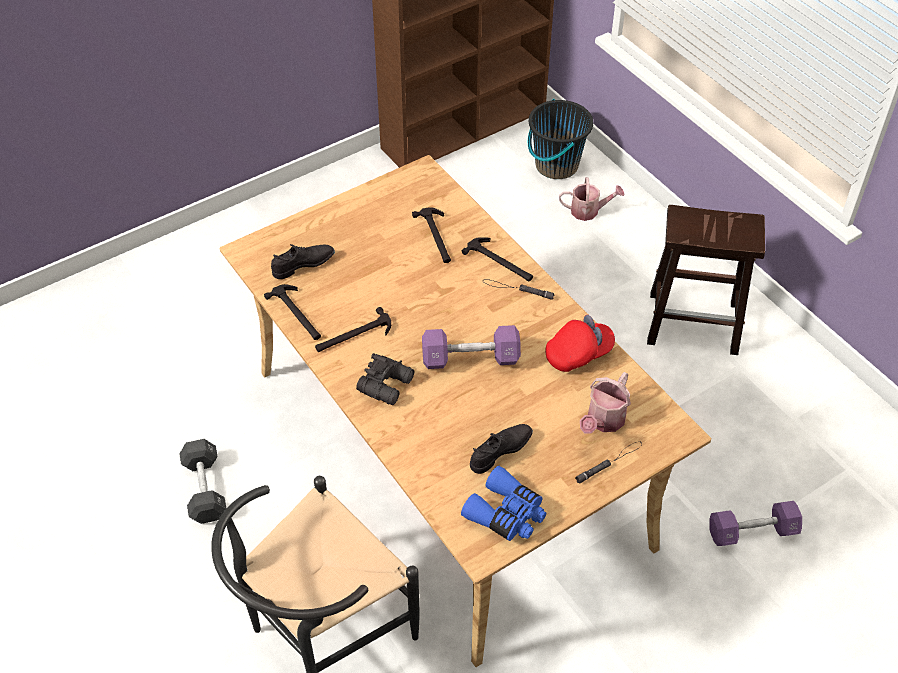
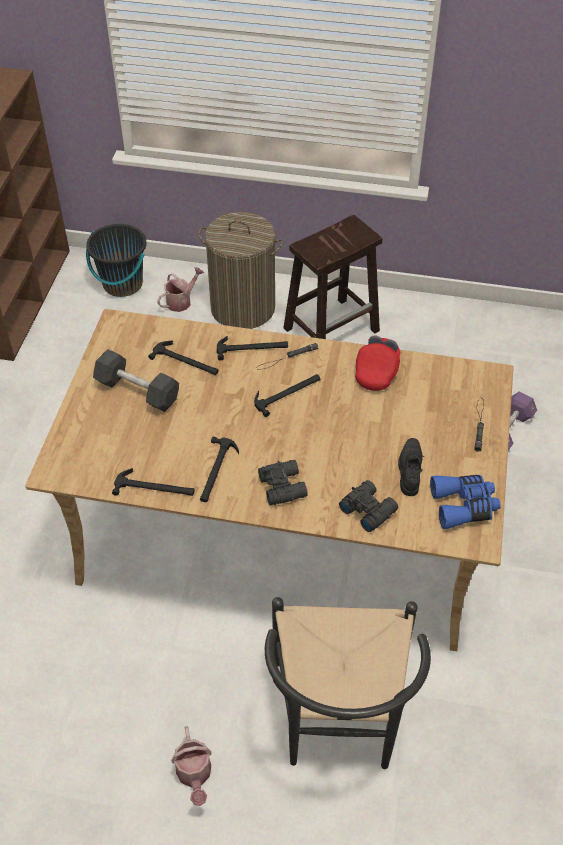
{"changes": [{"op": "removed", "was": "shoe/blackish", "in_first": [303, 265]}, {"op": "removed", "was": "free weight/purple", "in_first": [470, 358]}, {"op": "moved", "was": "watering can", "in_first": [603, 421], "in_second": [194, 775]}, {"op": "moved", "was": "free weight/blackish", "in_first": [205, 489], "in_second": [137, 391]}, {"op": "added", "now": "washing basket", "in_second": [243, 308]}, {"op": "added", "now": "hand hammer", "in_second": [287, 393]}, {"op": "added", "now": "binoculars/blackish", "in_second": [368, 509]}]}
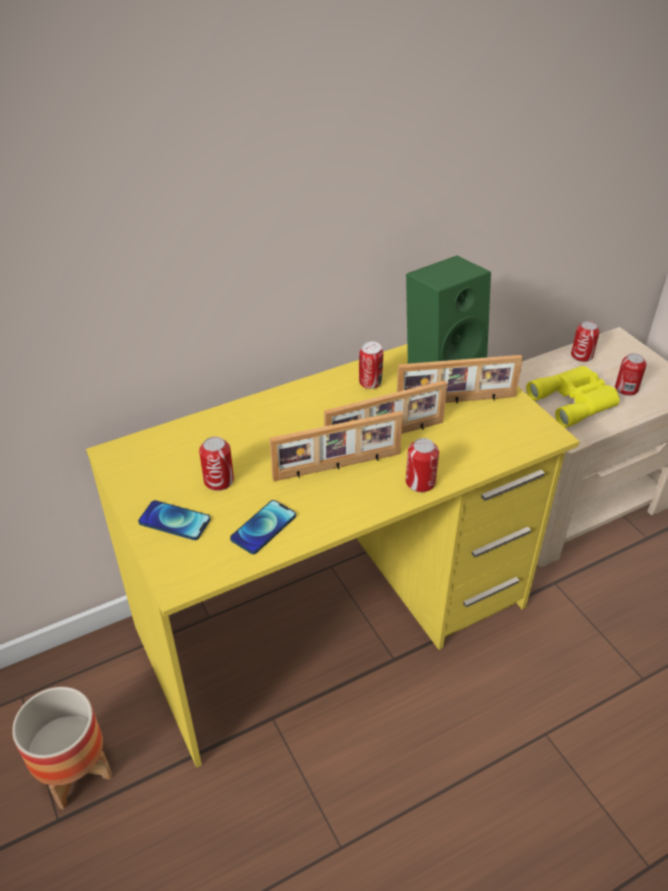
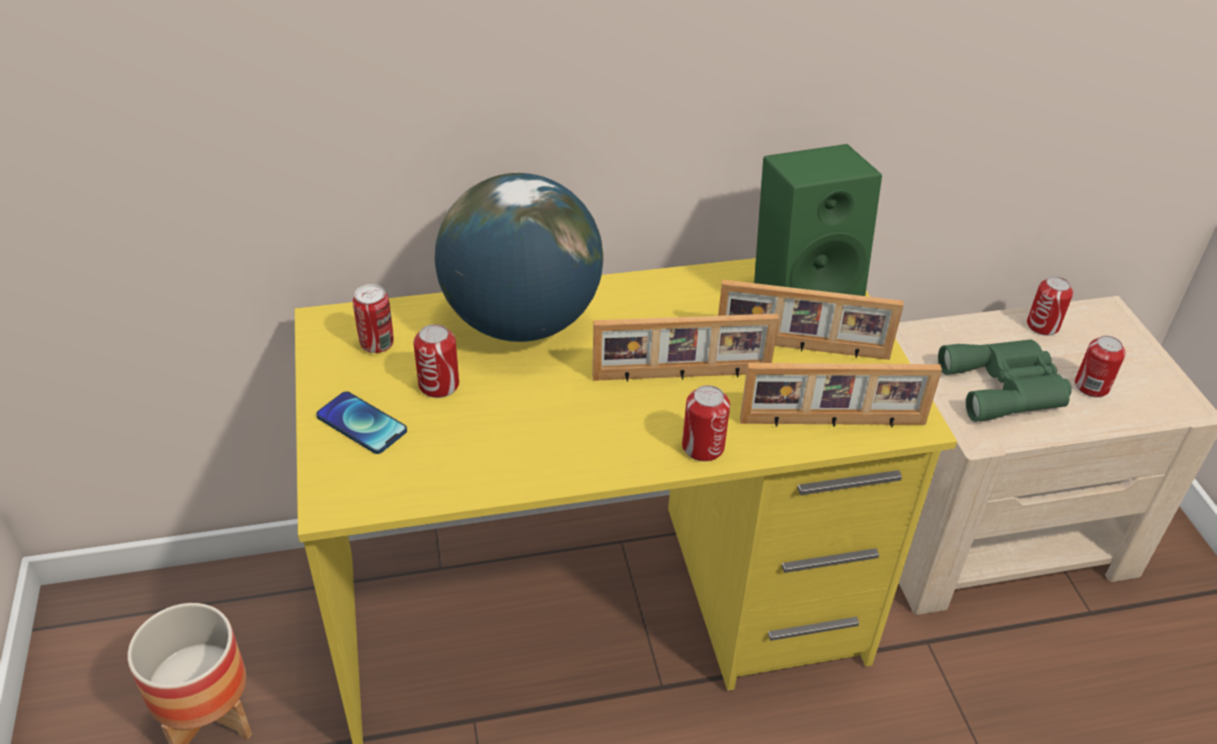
{"changes": [{"op": "moved", "was": "sealed can", "in_first": [370, 383], "in_second": [377, 344]}, {"op": "recoloured", "was": "binoculars/yellowish", "now": "binoculars/green-coloured", "in_first": [575, 401], "in_second": [1007, 387]}, {"op": "moved", "was": "picture frame", "in_first": [337, 467], "in_second": [833, 423]}, {"op": "removed", "was": "phone", "in_first": [263, 527]}, {"op": "added", "now": "desk globe", "in_second": [522, 322]}]}
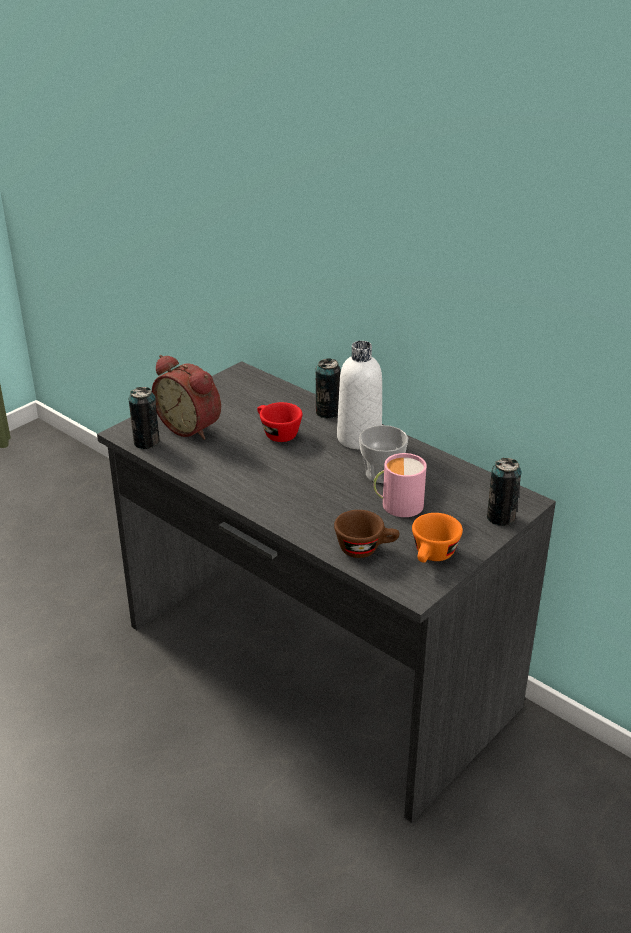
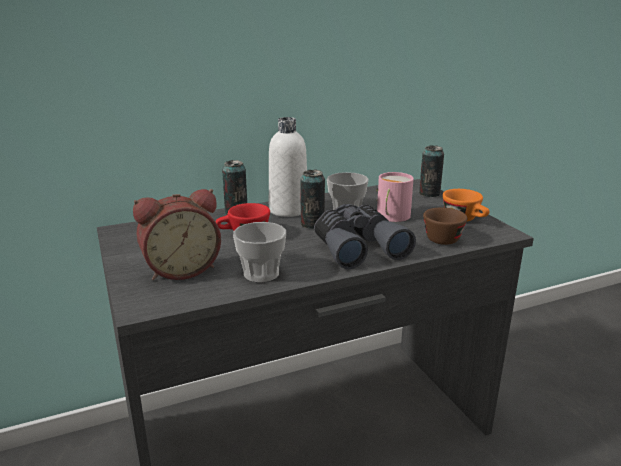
{"changes": [{"op": "moved", "was": "sealed can", "in_first": [146, 442], "in_second": [312, 224]}, {"op": "added", "now": "binoculars/gray", "in_second": [357, 247]}, {"op": "added", "now": "drinking cup", "in_second": [261, 274]}]}
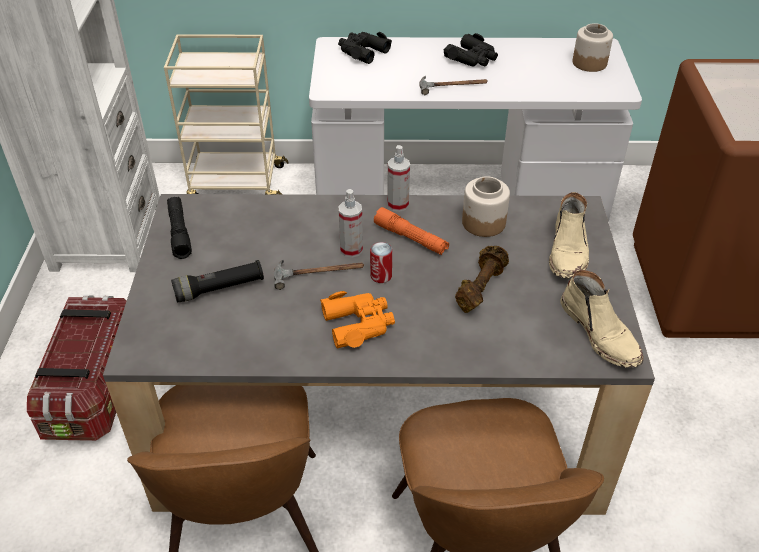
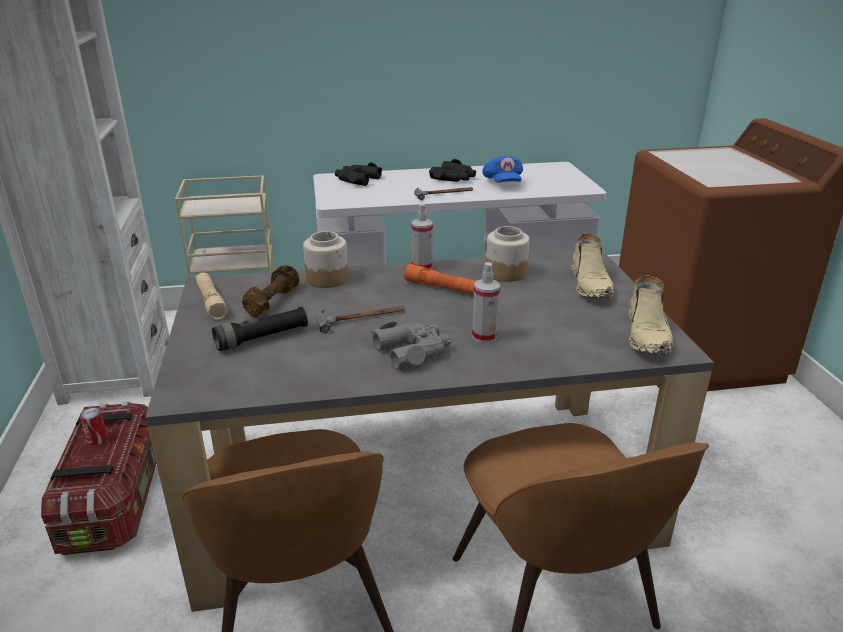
{"changes": [{"op": "moved", "was": "storage jar", "in_first": [589, 63], "in_second": [327, 278]}, {"op": "moved", "was": "sprayer", "in_first": [351, 249], "in_second": [484, 336]}, {"op": "recoloured", "was": "flashlight/blackish", "now": "flashlight/beige", "in_first": [179, 232], "in_second": [211, 302]}, {"op": "moved", "was": "sealed can", "in_first": [381, 276], "in_second": [97, 439]}, {"op": "moved", "was": "free weight/brownish", "in_first": [480, 287], "in_second": [272, 301]}, {"op": "turned", "was": "high-top boot/beige", "in_first": [600, 333], "in_second": [647, 335], "clockwise": 45}, {"op": "recoloured", "was": "binoculars/orange", "now": "binoculars/gray", "in_first": [358, 324], "in_second": [413, 351]}, {"op": "added", "now": "cap/blue-coloured", "in_second": [502, 183]}]}
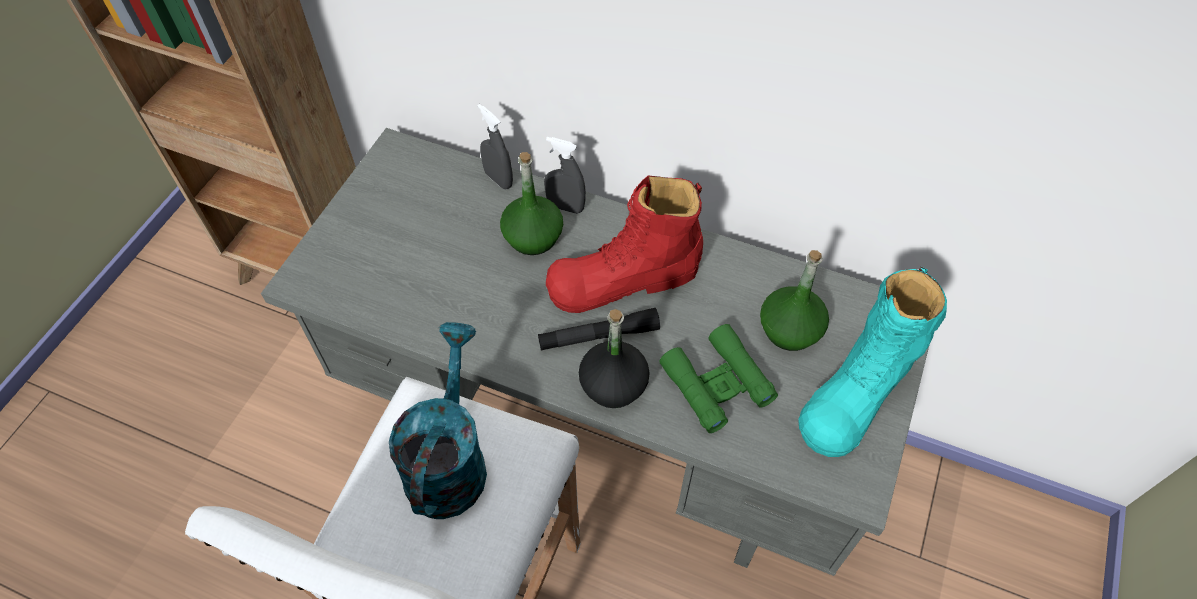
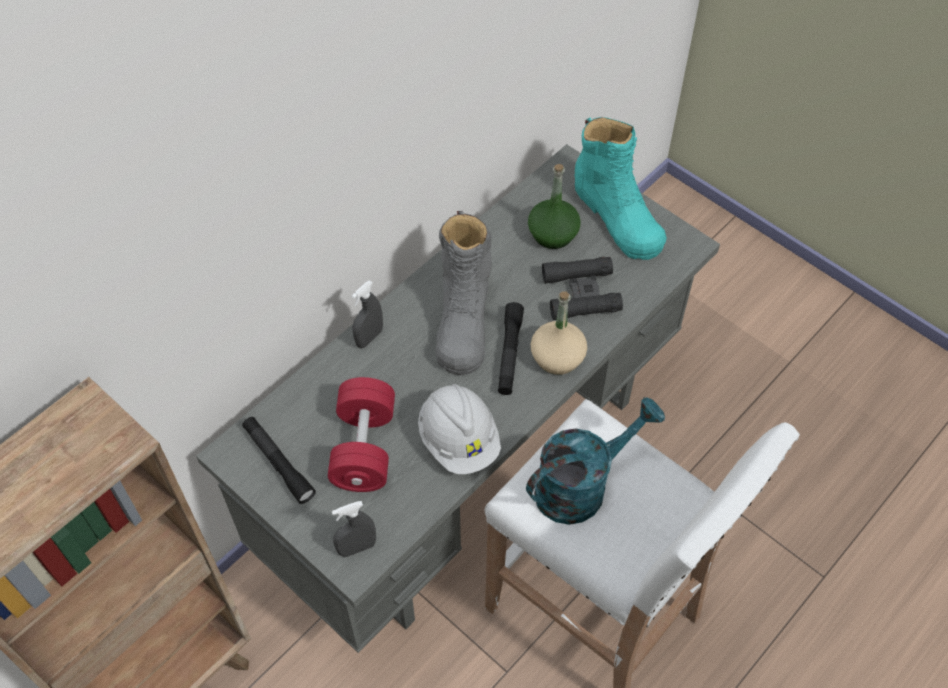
{"changes": [{"op": "moved", "was": "sprayer/gray", "in_first": [498, 179], "in_second": [357, 548]}, {"op": "removed", "was": "bottle/green-coloured", "in_first": [533, 237]}, {"op": "recoloured", "was": "high-top boot/red-coloured", "now": "high-top boot/gray", "in_first": [624, 279], "in_second": [463, 320]}, {"op": "recoloured", "was": "bottle/blackish", "now": "bottle/beige", "in_first": [613, 385], "in_second": [557, 357]}, {"op": "turned", "was": "watering can/turquoise", "in_first": [449, 459], "in_second": [581, 485], "clockwise": 120}, {"op": "recoloured", "was": "binoculars/green-coloured", "now": "binoculars/blackish", "in_first": [717, 384], "in_second": [581, 293]}, {"op": "added", "now": "free weight/red-coloured", "in_second": [364, 448]}, {"op": "added", "now": "work helmet/white-coloured", "in_second": [459, 440]}, {"op": "added", "now": "flashlight/blackish", "in_second": [278, 463]}]}
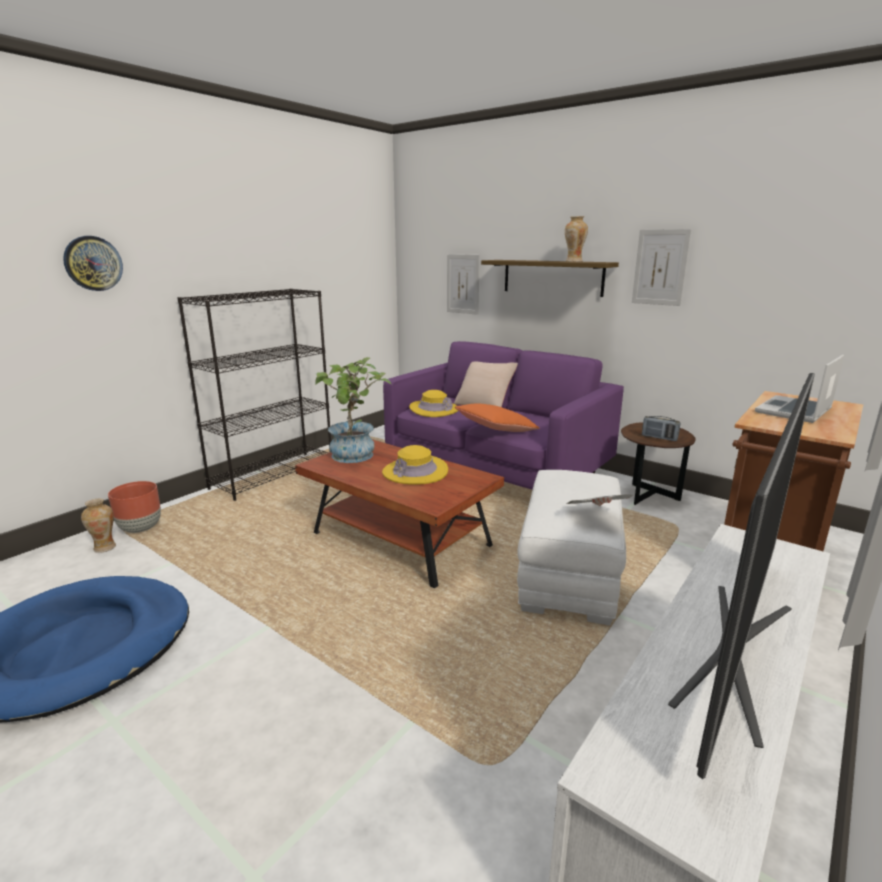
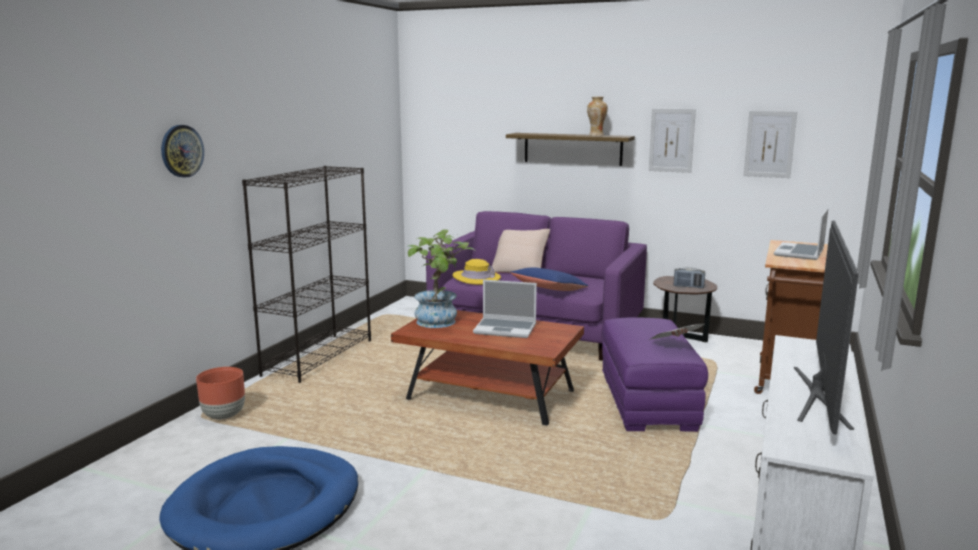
{"changes": [{"op": "moved", "was": "wall picture", "in_first": [463, 284], "in_second": [769, 144]}, {"op": "recoloured", "was": "throw pillow/orange", "now": "throw pillow/blue-coloured", "in_first": [496, 429], "in_second": [549, 290]}, {"op": "replaced", "was": "clothing hat/yellowish", "now": "portable computer", "in_first": [415, 472], "in_second": [506, 329]}, {"op": "recoloured", "was": "footrest/white-coloured", "now": "footrest/purple", "in_first": [569, 574], "in_second": [648, 403]}, {"op": "removed", "was": "decorative vase", "in_first": [104, 547]}]}
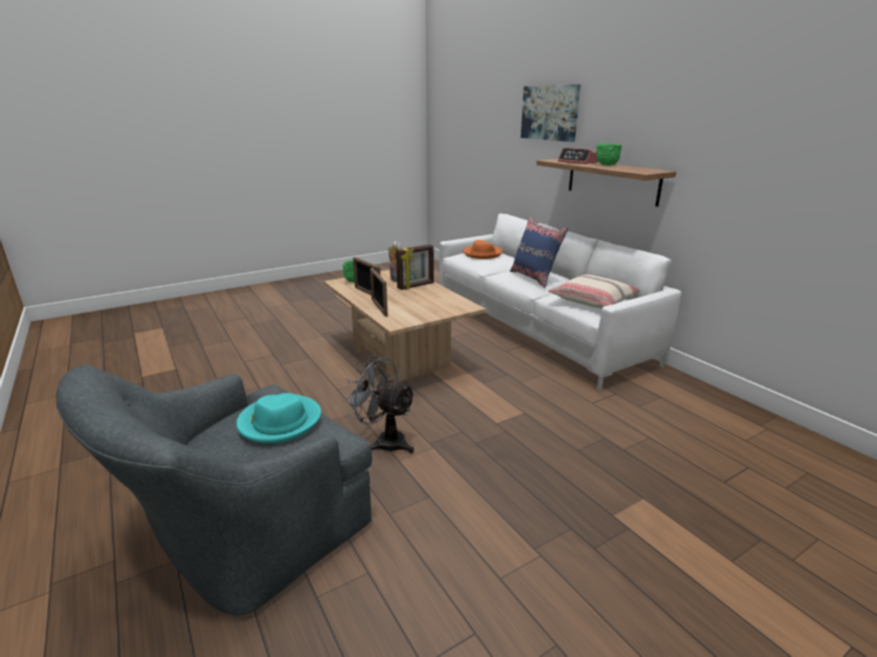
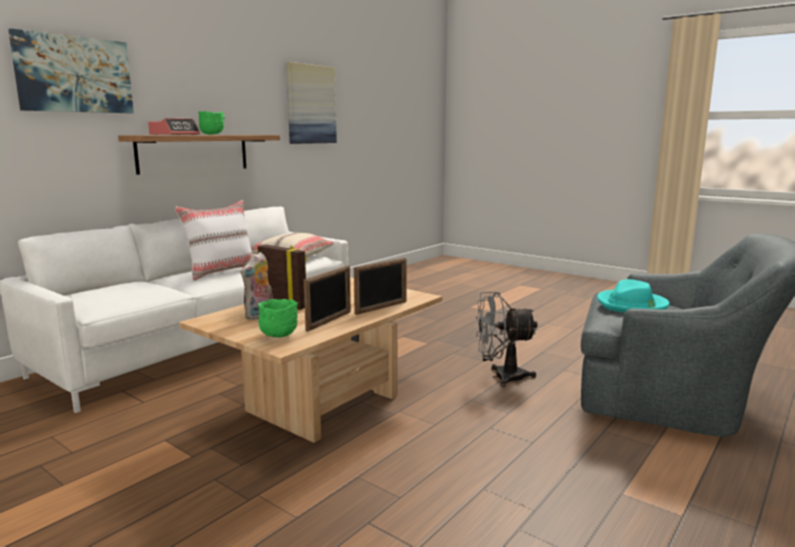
{"changes": [{"op": "recoloured", "was": "throw pillow/blue-coloured", "now": "throw pillow/white-coloured", "in_first": [534, 278], "in_second": [221, 272]}, {"op": "removed", "was": "clothing hat/orange", "in_first": [482, 254]}, {"op": "turned", "was": "fan/gray", "in_first": [384, 441], "in_second": [501, 377], "clockwise": 75}, {"op": "added", "now": "wall picture", "in_second": [311, 104]}]}
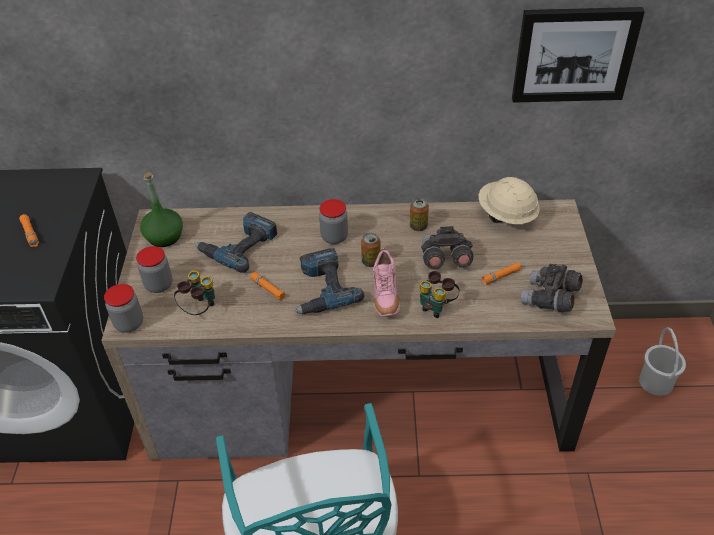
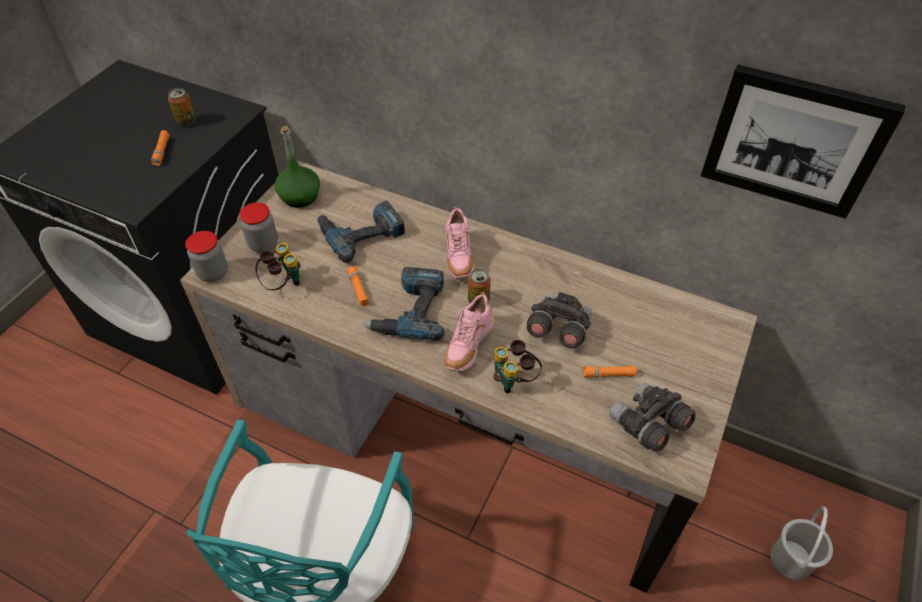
{"changes": [{"op": "removed", "was": "work helmet/beige", "in_first": [506, 216]}, {"op": "moved", "was": "sealed can", "in_first": [418, 226], "in_second": [186, 121]}, {"op": "replaced", "was": "storage jar", "now": "shoe/pinkish", "in_first": [334, 237], "in_second": [459, 258]}]}
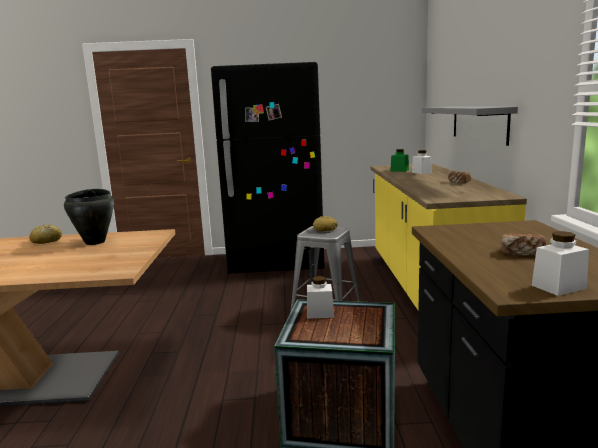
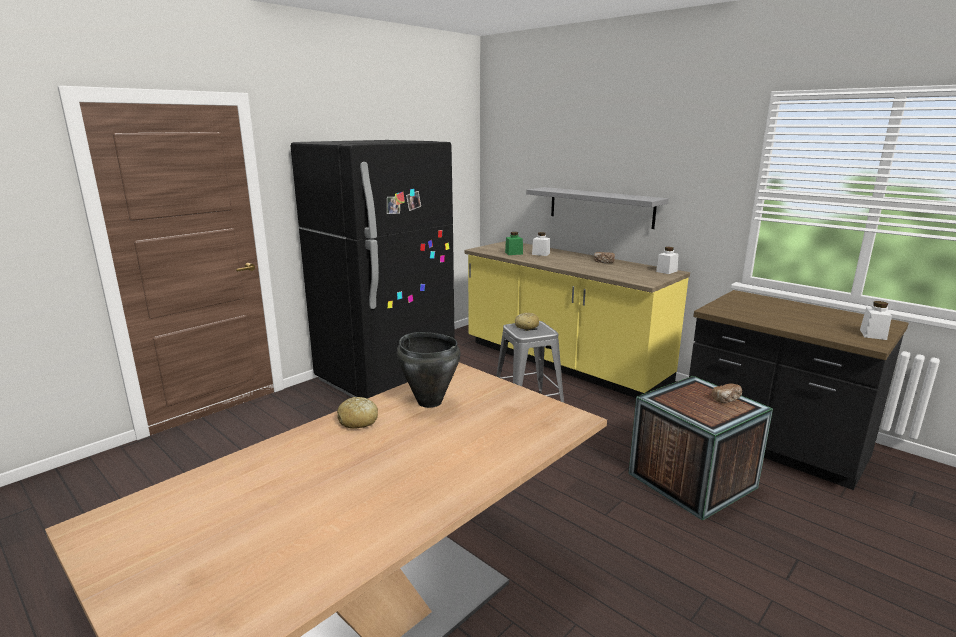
{"changes": [{"op": "moved", "was": "bread", "in_first": [521, 253], "in_second": [726, 400]}, {"op": "moved", "was": "storage jar/white-coloured", "in_first": [320, 313], "in_second": [666, 271]}]}
